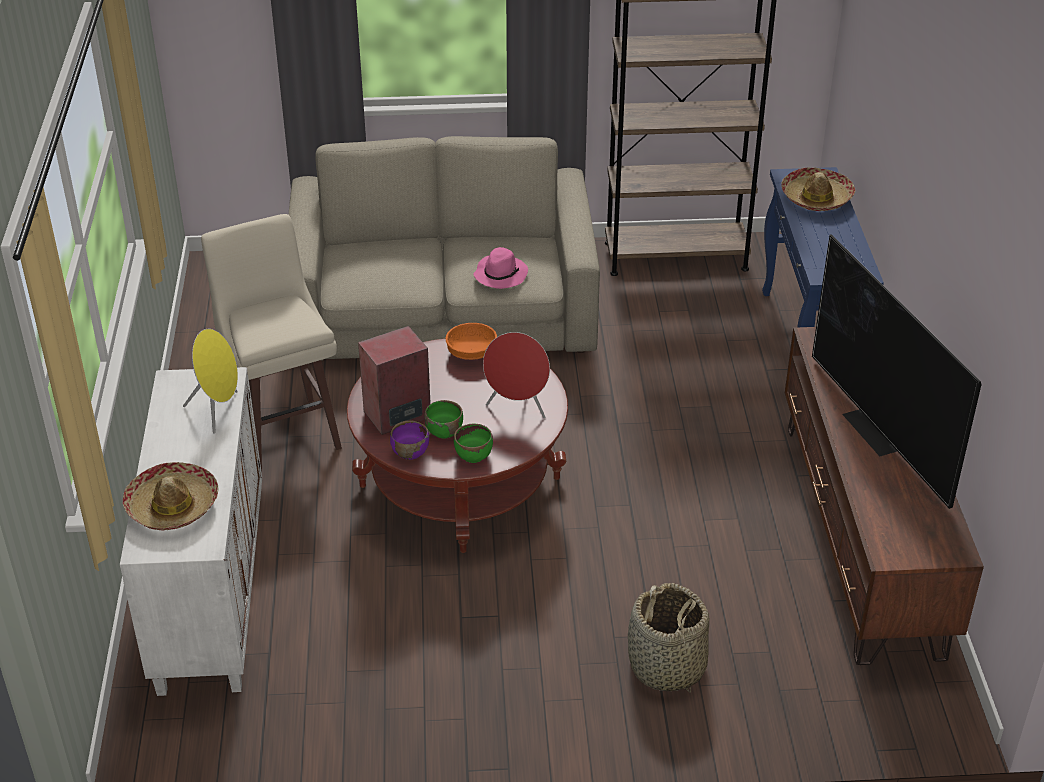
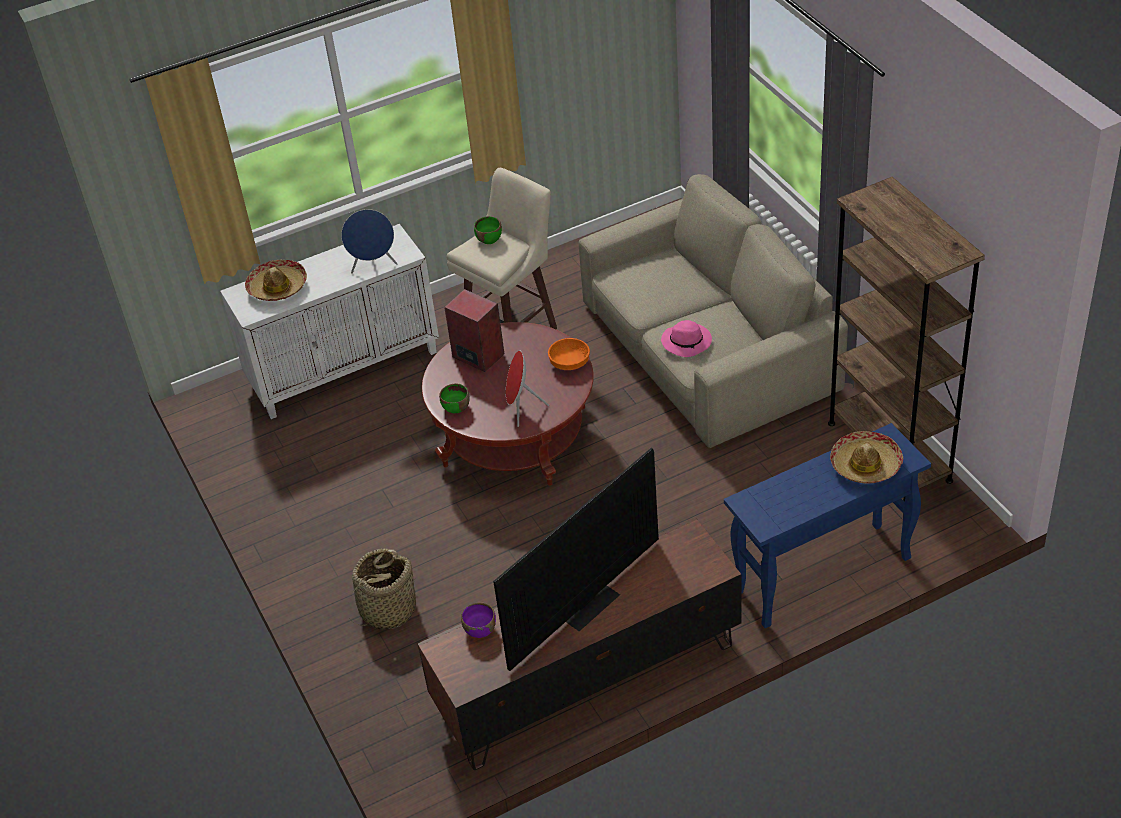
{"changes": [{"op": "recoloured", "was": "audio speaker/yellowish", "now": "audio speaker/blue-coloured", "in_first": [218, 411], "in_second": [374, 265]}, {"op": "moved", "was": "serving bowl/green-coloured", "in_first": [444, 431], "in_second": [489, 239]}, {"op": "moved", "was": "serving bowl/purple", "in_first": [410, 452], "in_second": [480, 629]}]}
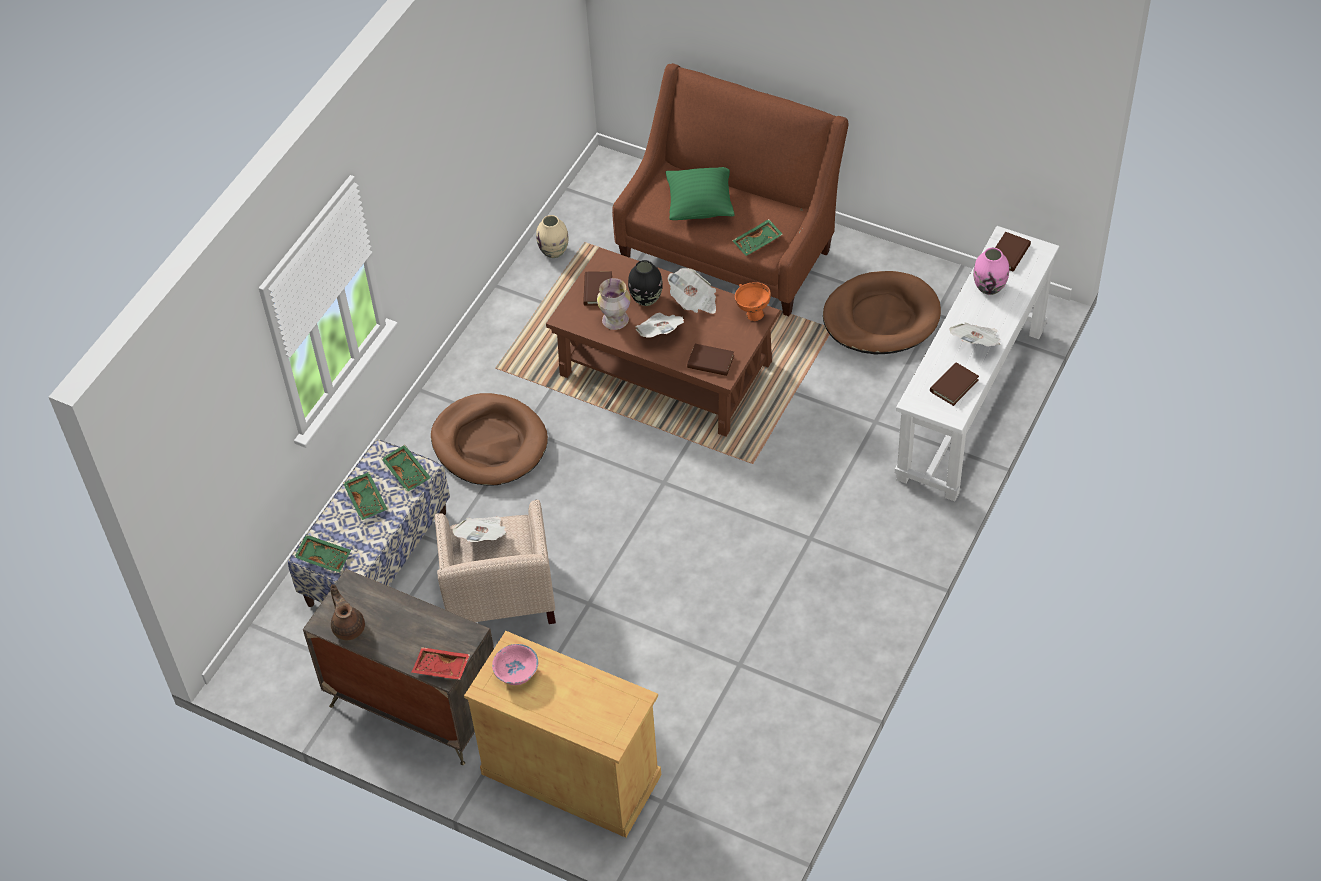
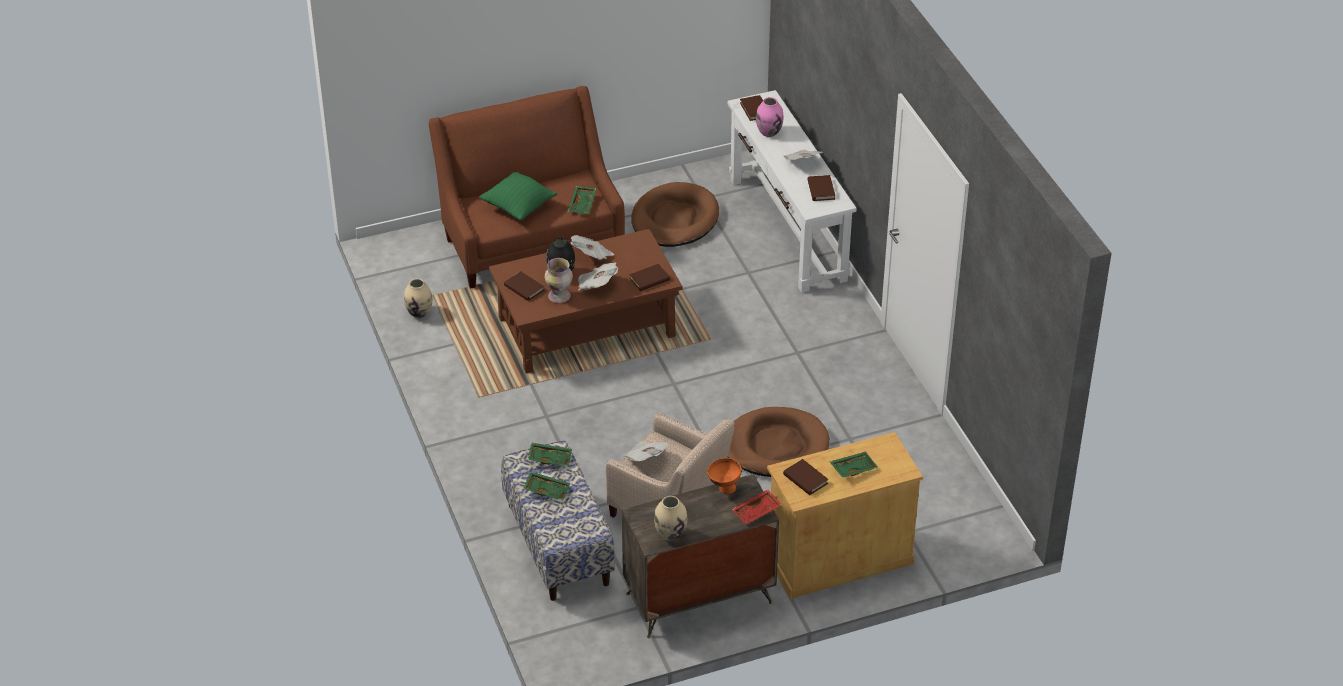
{"changes": [{"op": "moved", "was": "serving bowl/orange", "in_first": [752, 313], "in_second": [723, 488]}, {"op": "moved", "was": "dog bed/brownish", "in_first": [489, 443], "in_second": [776, 446]}, {"op": "moved", "was": "carrying tray/green-coloured", "in_first": [324, 557], "in_second": [853, 468]}, {"op": "replaced", "was": "pot for tea/brownish", "now": "decorative vase/beige", "in_first": [348, 626], "in_second": [670, 534]}, {"op": "replaced", "was": "serving bowl/pinkish", "now": "bound book/brownish", "in_first": [517, 672], "in_second": [805, 479]}]}
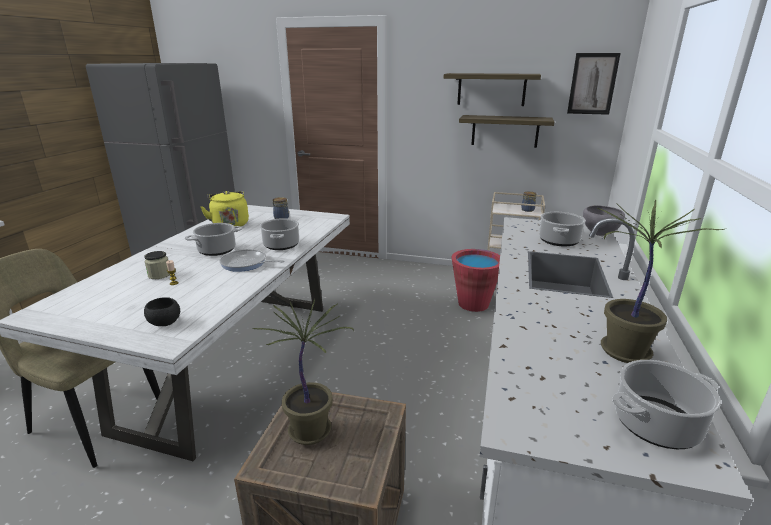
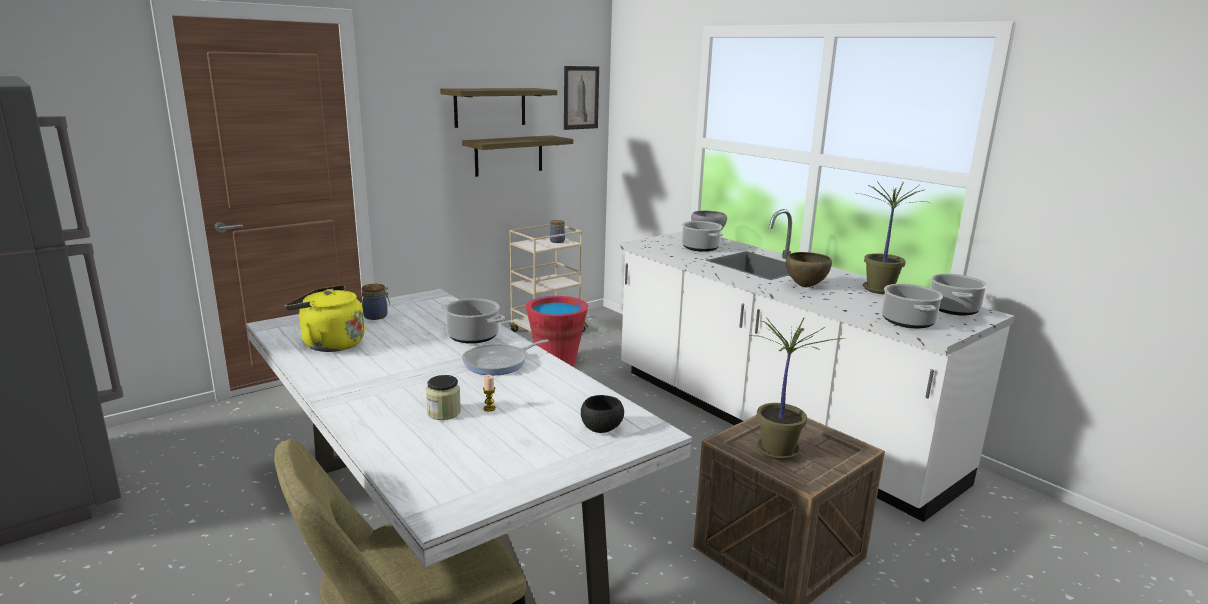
{"changes": [{"op": "moved", "was": "saucepot", "in_first": [216, 250], "in_second": [908, 322]}, {"op": "added", "now": "serving bowl/brownish", "in_second": [805, 286]}]}
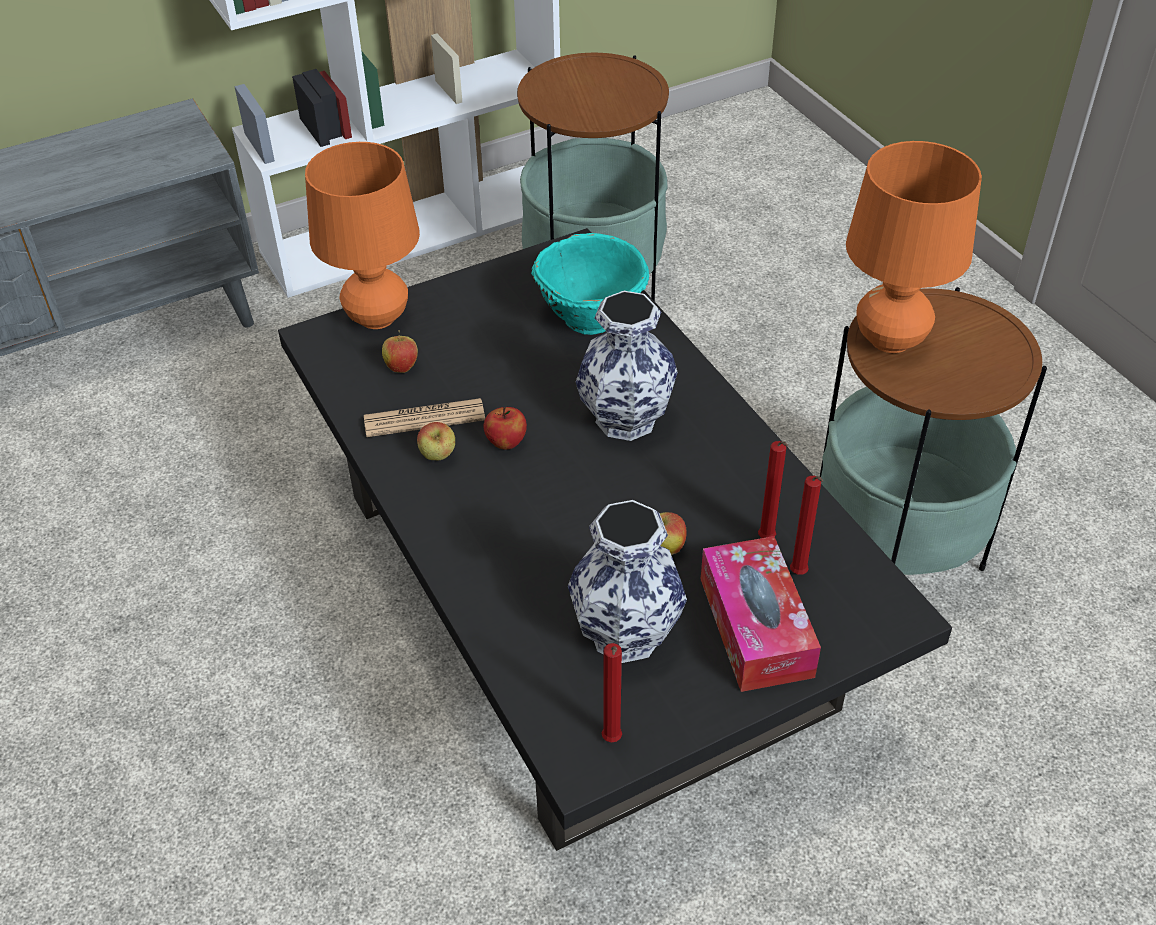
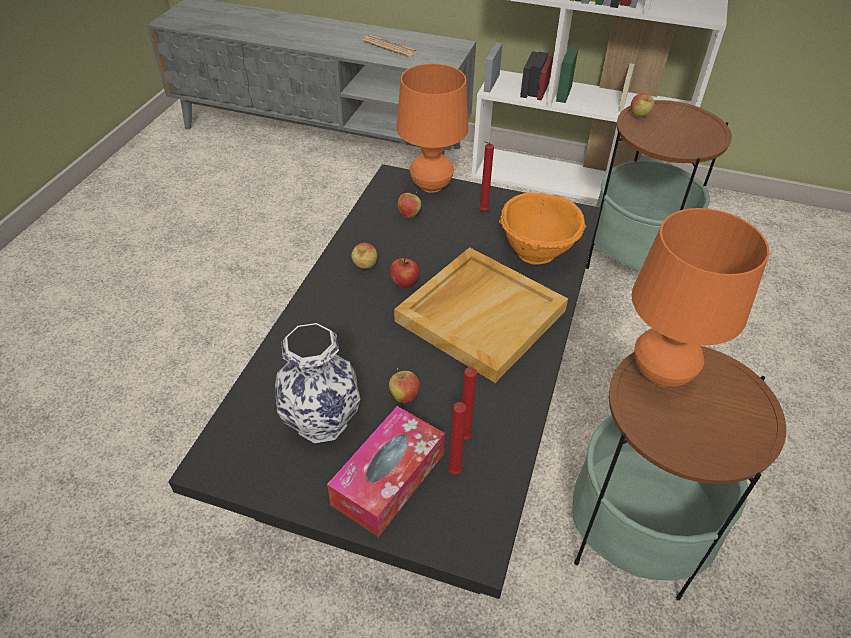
{"changes": [{"op": "recoloured", "was": "serving bowl/turquoise", "now": "serving bowl/orange", "in_first": [591, 316], "in_second": [537, 252]}, {"op": "replaced", "was": "decorative vase", "now": "carrying tray/beige", "in_first": [624, 418], "in_second": [480, 314]}, {"op": "moved", "was": "daily paper", "in_first": [424, 418], "in_second": [390, 47]}, {"op": "moved", "was": "wax light/red-coloured", "in_first": [611, 741], "in_second": [482, 211]}, {"op": "added", "now": "apple", "in_second": [639, 116]}]}
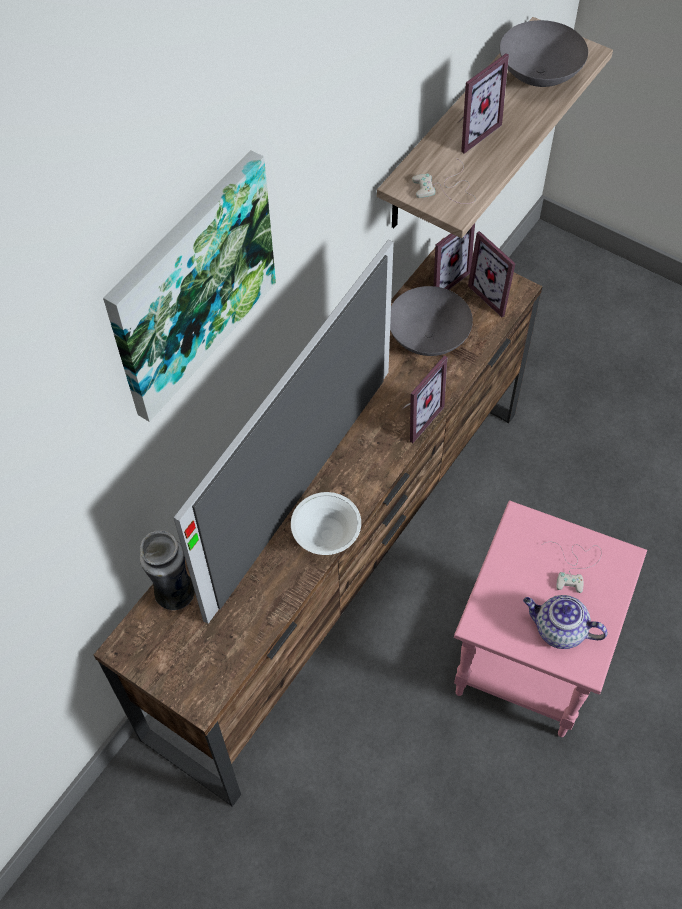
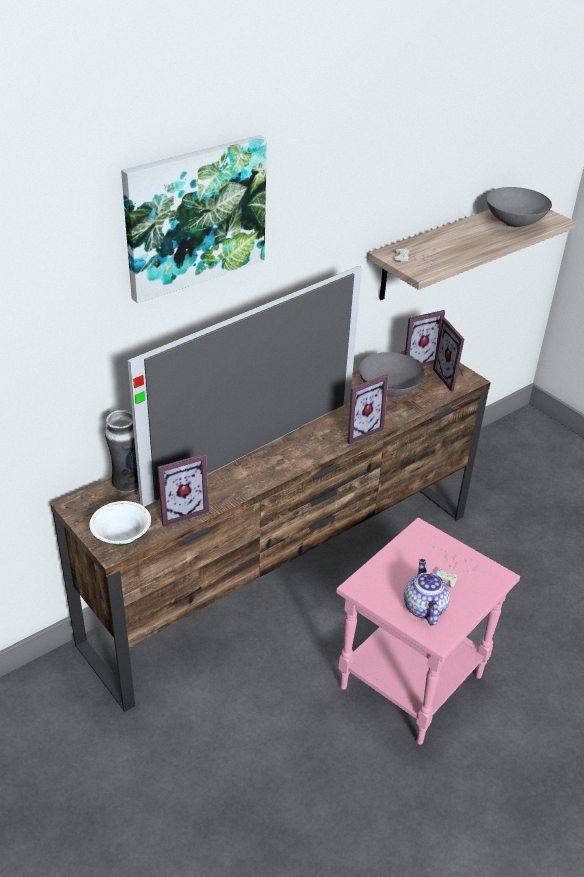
{"changes": [{"op": "moved", "was": "picture frame", "in_first": [470, 131], "in_second": [181, 510]}, {"op": "moved", "was": "serving bowl/white-coloured", "in_first": [326, 535], "in_second": [122, 538]}, {"op": "turned", "was": "pot for tea", "in_first": [558, 630], "in_second": [423, 607], "clockwise": 45}]}
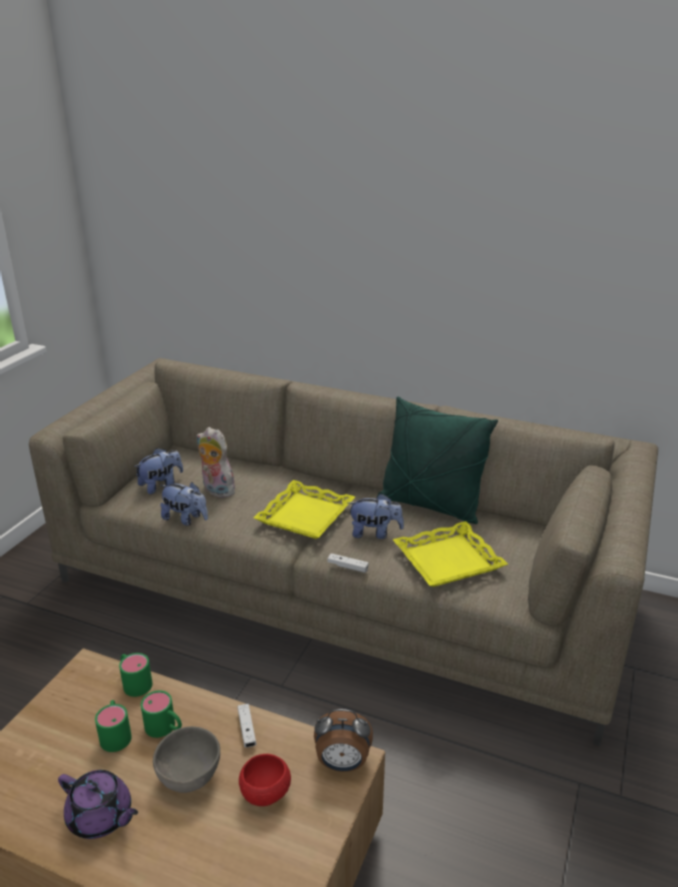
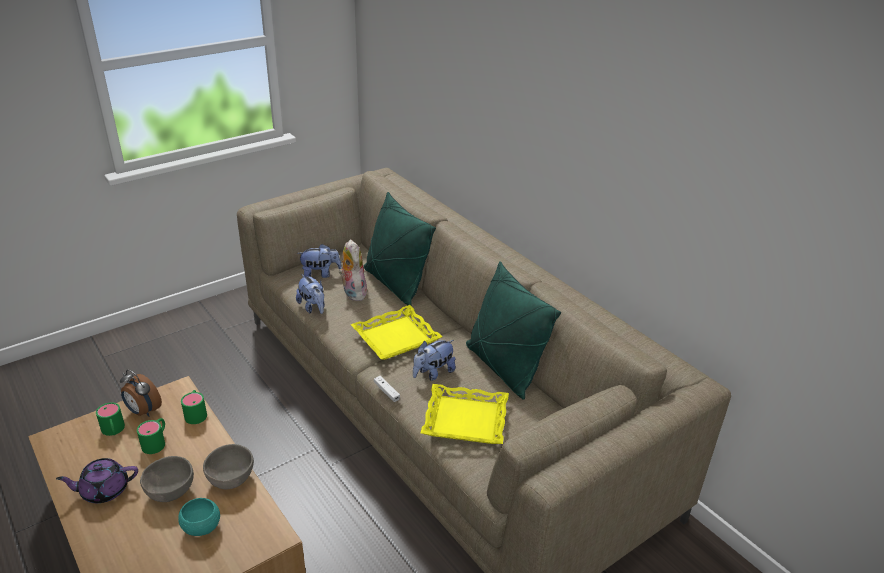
{"changes": [{"op": "turned", "was": "soft toy", "in_first": [375, 533], "in_second": [433, 373], "clockwise": 105}, {"op": "moved", "was": "mug/green-coloured", "in_first": [165, 728], "in_second": [113, 431]}, {"op": "replaced", "was": "game controller/white-coloured", "now": "serving bowl/gray", "in_first": [247, 730], "in_second": [230, 479]}, {"op": "moved", "was": "alarm clock", "in_first": [342, 764], "in_second": [143, 411]}, {"op": "recoloured", "was": "serving bowl/red-coloured", "now": "serving bowl/turquoise", "in_first": [265, 793], "in_second": [202, 527]}, {"op": "turned", "was": "pot for tea/purple", "in_first": [101, 817], "in_second": [104, 490], "clockwise": 105}, {"op": "added", "now": "throw pillow/green-coloured", "in_second": [395, 284]}]}
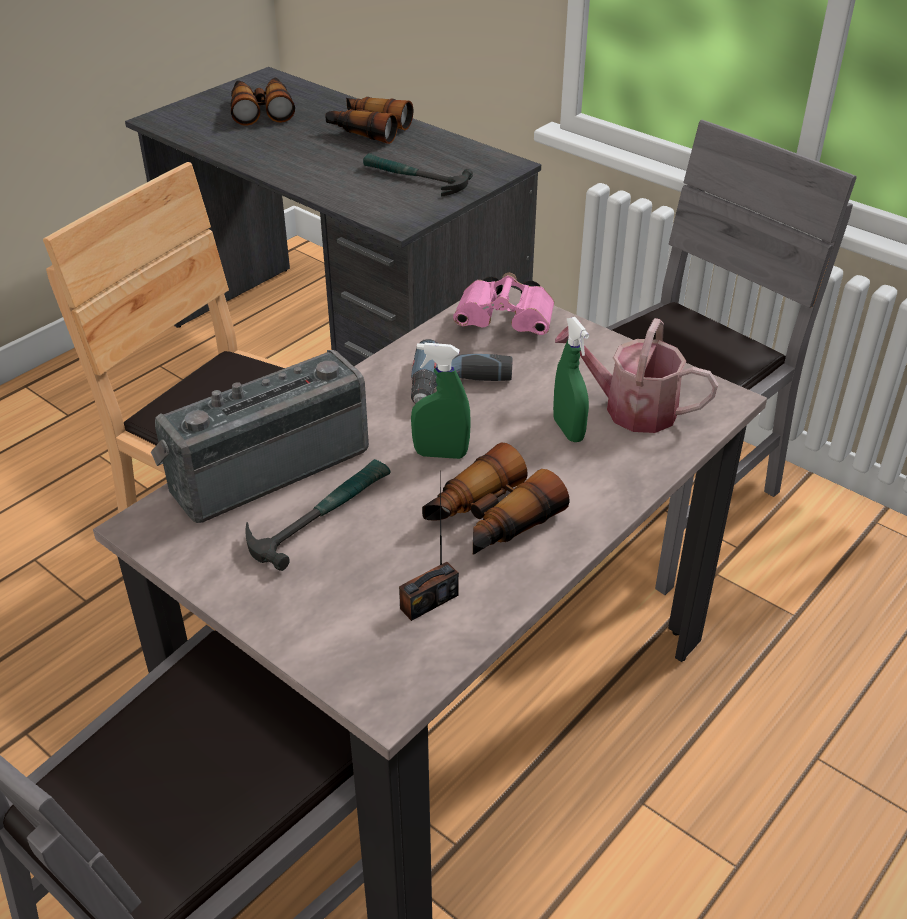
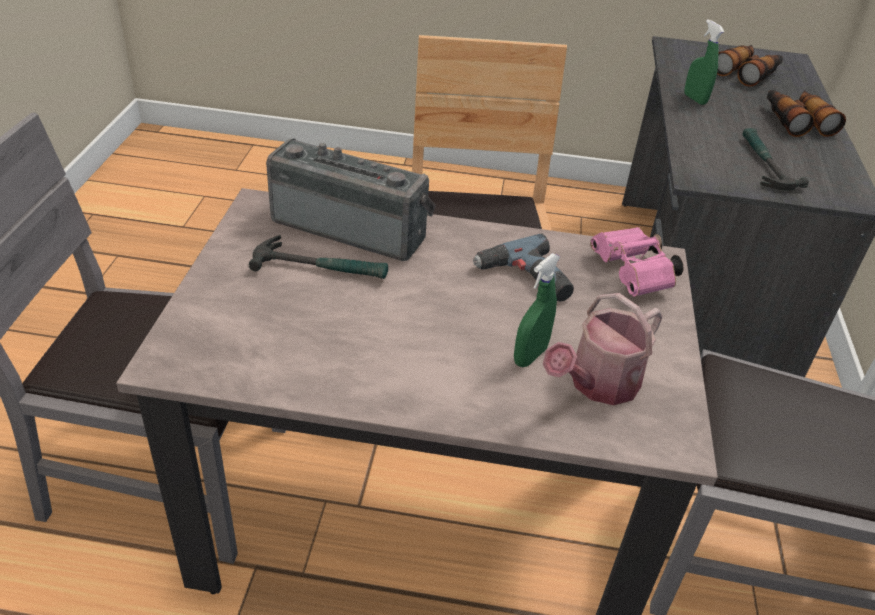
{"changes": [{"op": "turned", "was": "watering can", "in_first": [630, 408], "in_second": [597, 384], "clockwise": -120}, {"op": "moved", "was": "sprayer/green-coloured", "in_first": [441, 454], "in_second": [694, 99]}, {"op": "removed", "was": "binoculars", "in_first": [489, 520]}, {"op": "removed", "was": "radio", "in_first": [429, 601]}]}
